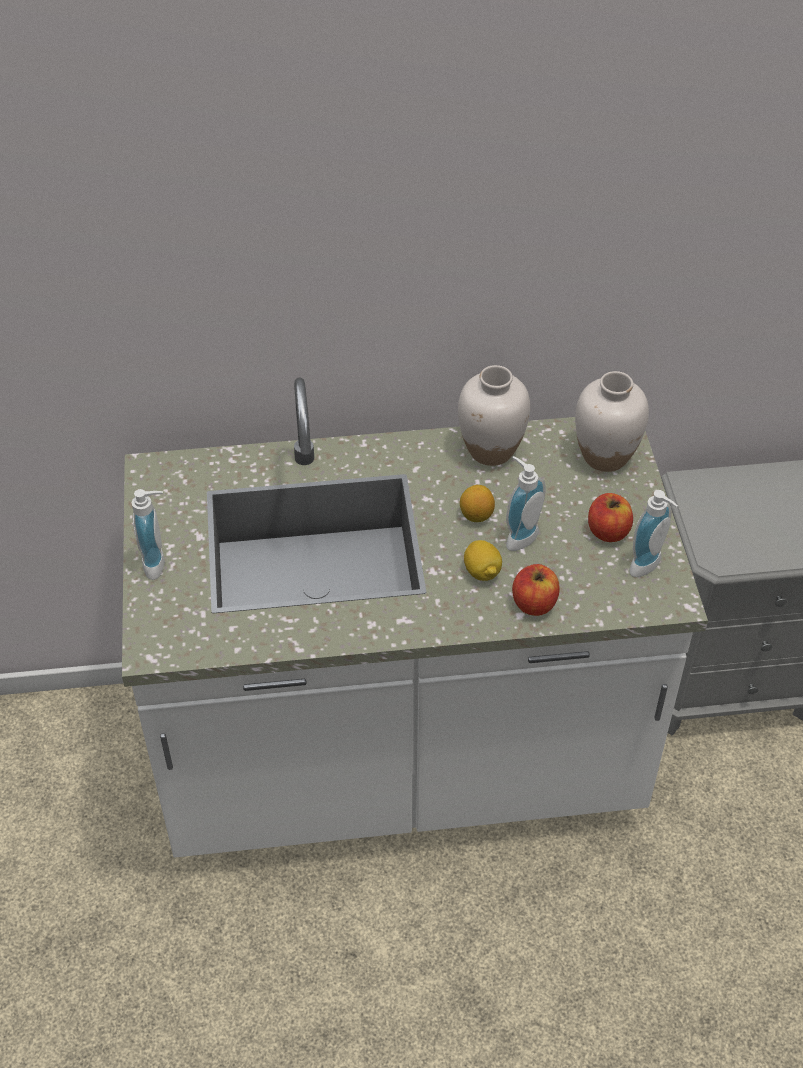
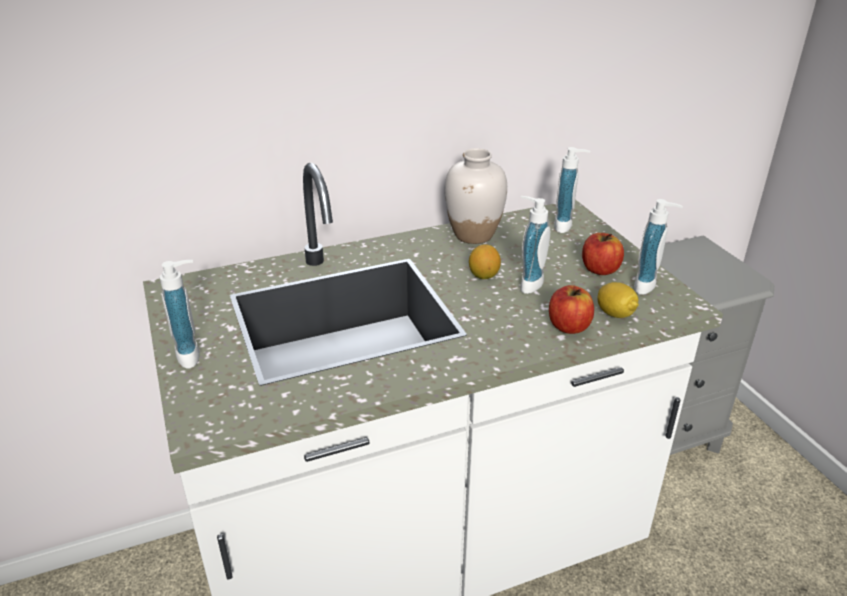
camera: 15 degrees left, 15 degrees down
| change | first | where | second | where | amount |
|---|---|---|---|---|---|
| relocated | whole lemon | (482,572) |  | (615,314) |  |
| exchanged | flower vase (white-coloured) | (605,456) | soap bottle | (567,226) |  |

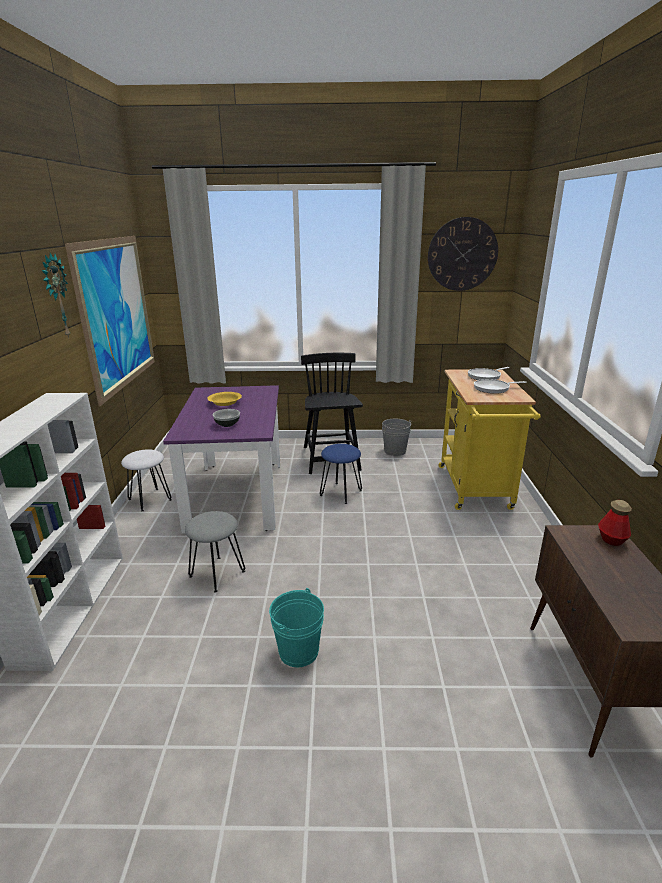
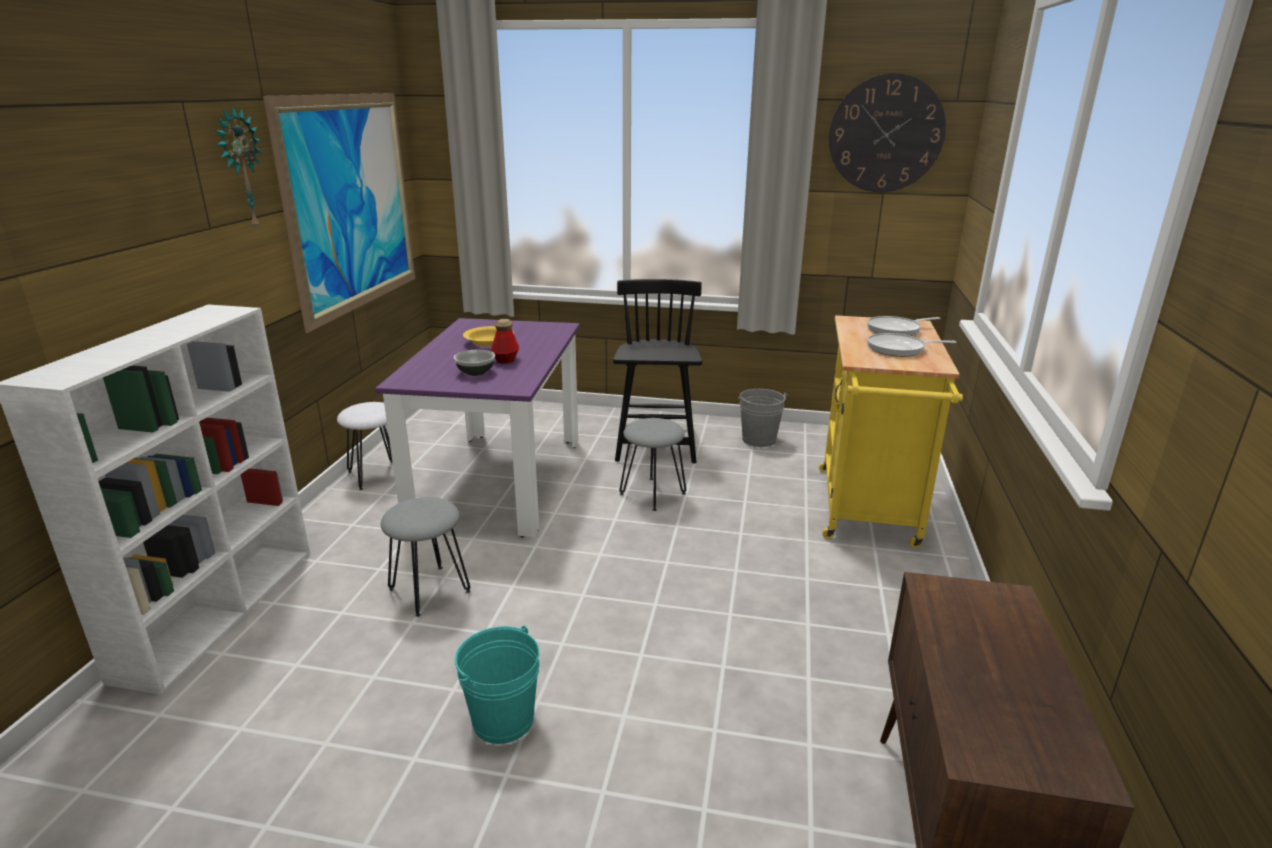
camera: 10 degrees right, 0 degrees up
| change | first | where | second | where | amount |
|---|---|---|---|---|---|
| colour | stool (blue) | (341,493) | stool (gray) | (653,494) |  |
| relocated | beverage bottle | (611,539) |  | (505,360) |  |

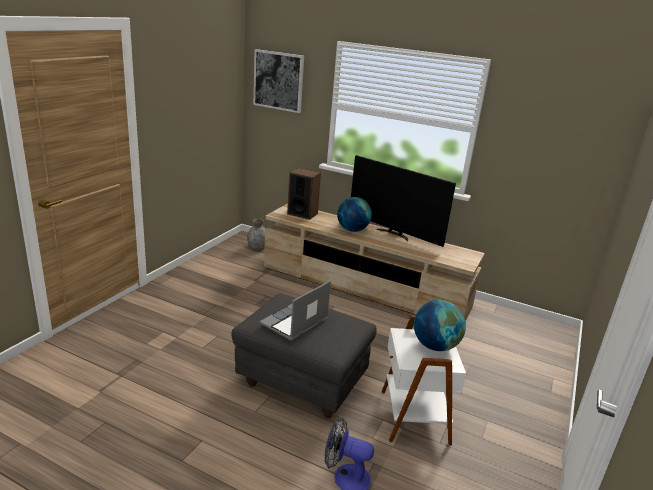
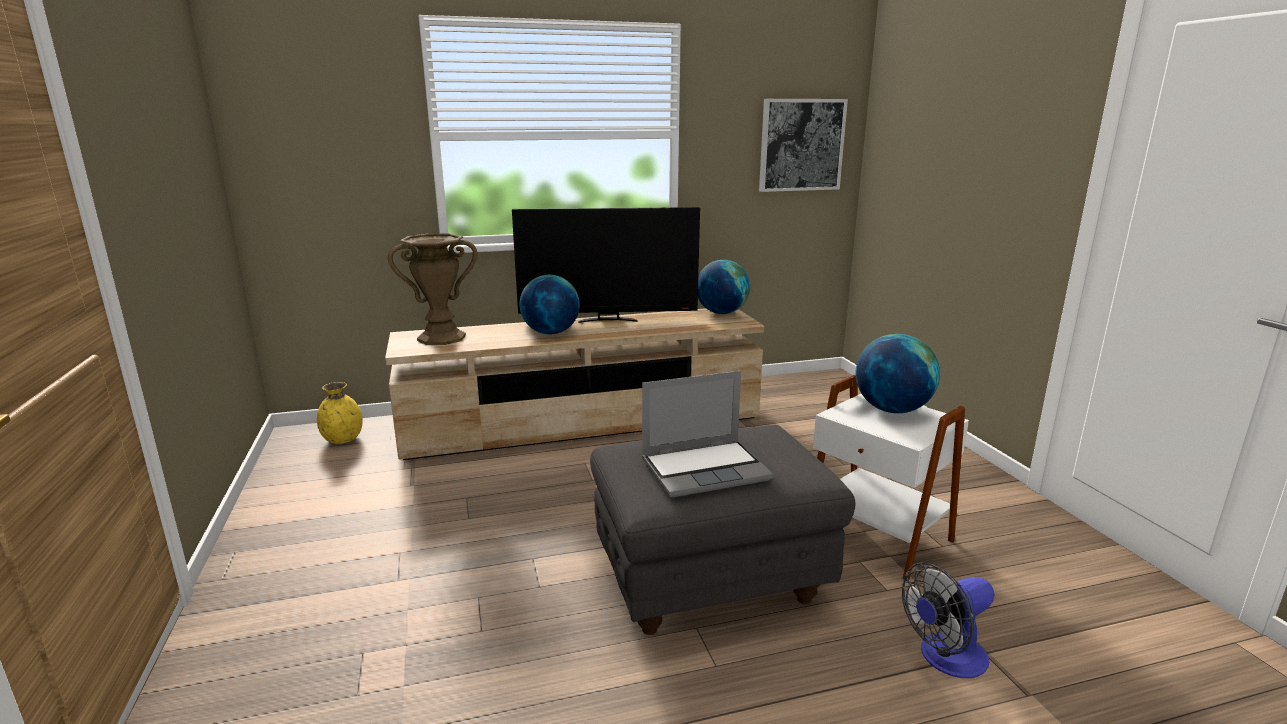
camera: 40 degrees left, 5 degrees down
| change | first | where | second | where | amount |
|---|---|---|---|---|---|
| colour | flower vase (gray) | (257,247) | flower vase (yellow-coloured) | (342,439) |  |
| relocated | wall picture | (278,80) |  | (801,145) |  |
| spun | portable computer | (294,323) |  | (705,469) | 105 degrees counterclockwise |
| exchanged | audio speaker | (302,214) | flower vase (brown-coloured) | (441,338) |  |
| appeared |  |  | globe | (721,313) |  |

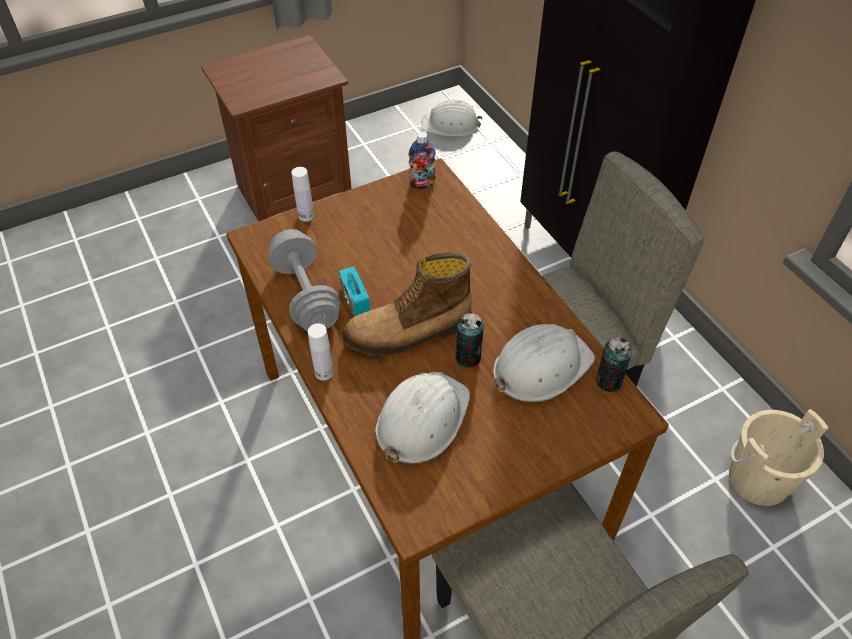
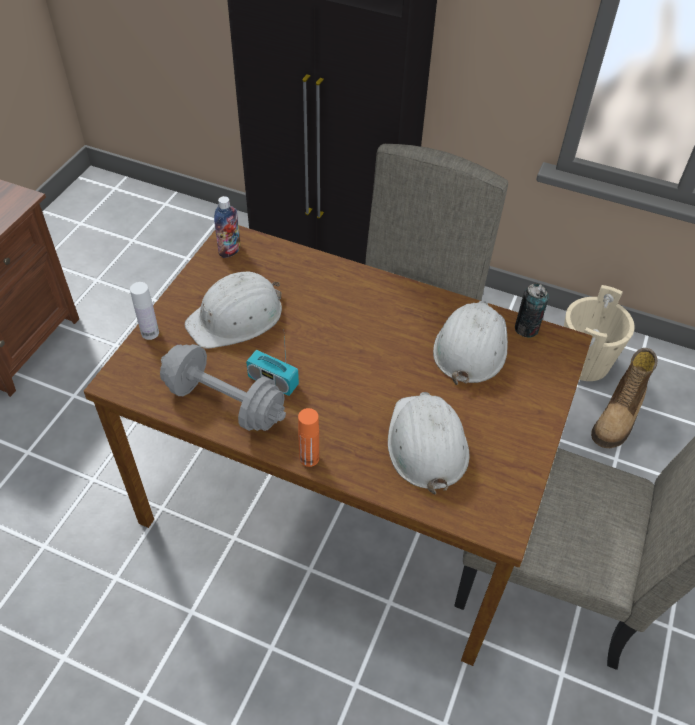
camera: 40 degrees left, 0 degrees up
| change | first | where | second | where | amount |
|---|---|---|---|---|---|
| colour | beverage bottle (white-coloured) | (324,372) | beverage bottle (orange) | (309,458) |  |
| relocated | high-top boot | (409,333) |  | (618,418) |  |
| relocated | safety helmet (white-coloured) | (450,125) |  | (237,317) |  |
| missing | sealed can | (468,357) |  |  |  |

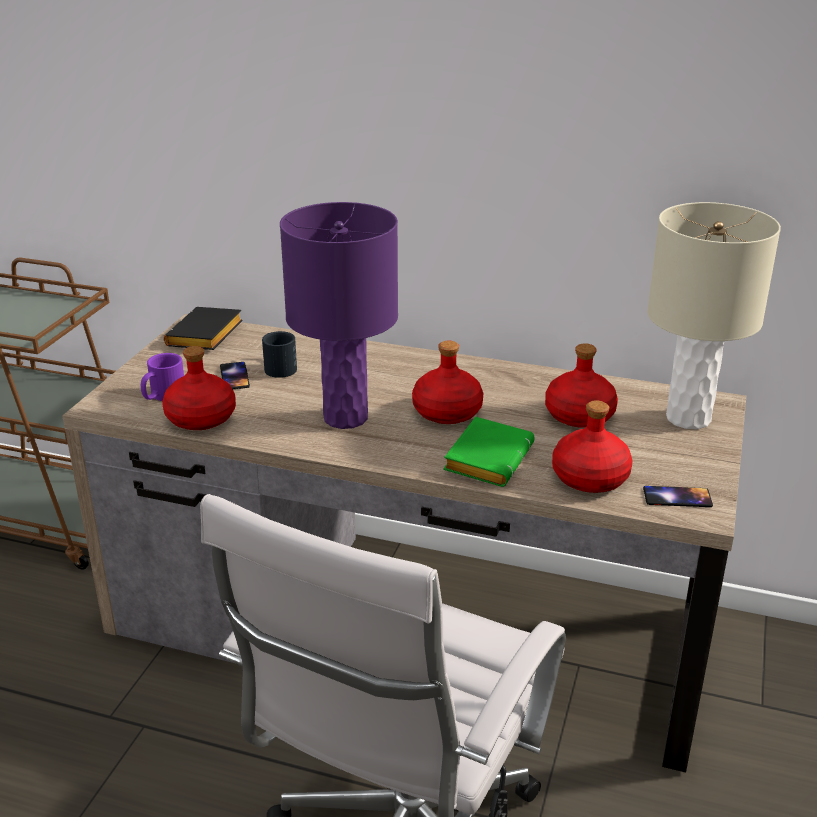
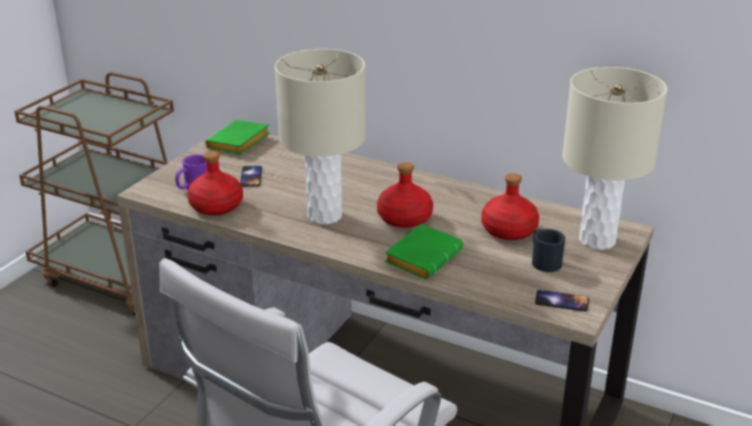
camera: 10 degrees right, 0 degrees up
| change | first | where | second | where | amount |
|---|---|---|---|---|---|
| colour | volume (blackish) | (206,336) | volume (greenish) | (239,144) |  |
| relocated | tea mug (blackish) | (277,366) |  | (543,260) |  |
| colour | tabletop lamp (purplish) | (345,417) | tabletop lamp (beige) | (325,215) |  |
| missing | beverage bottle (red) | (589,477) |  |  |  |

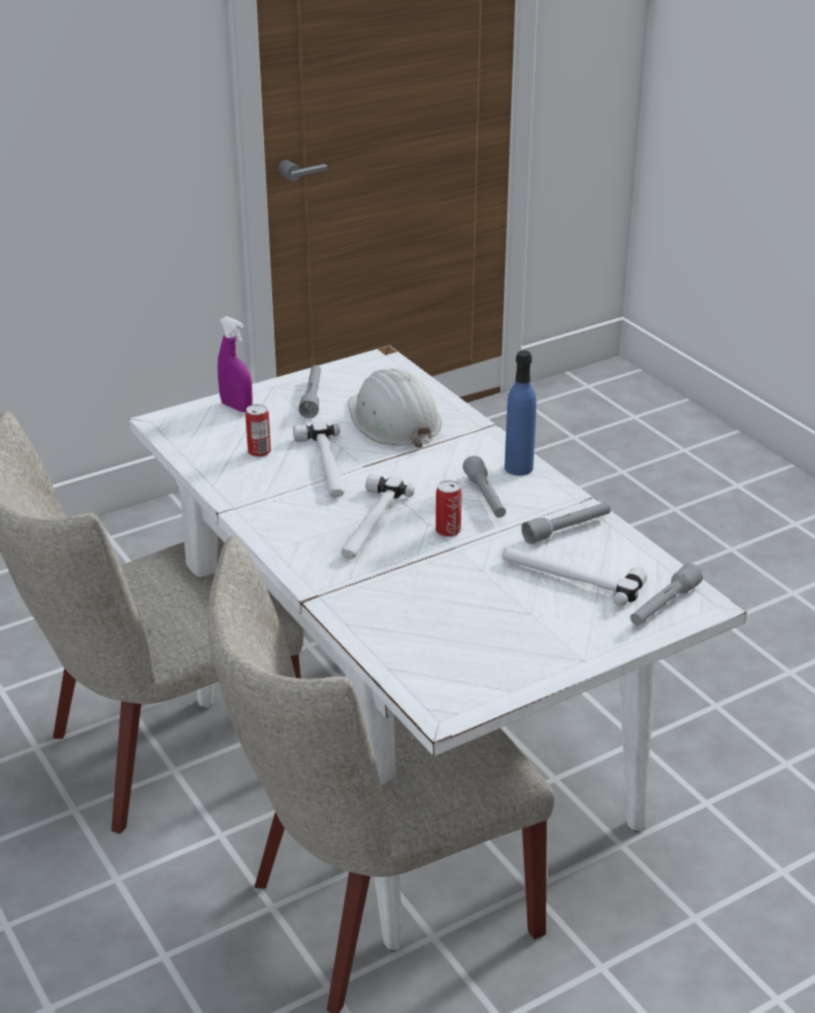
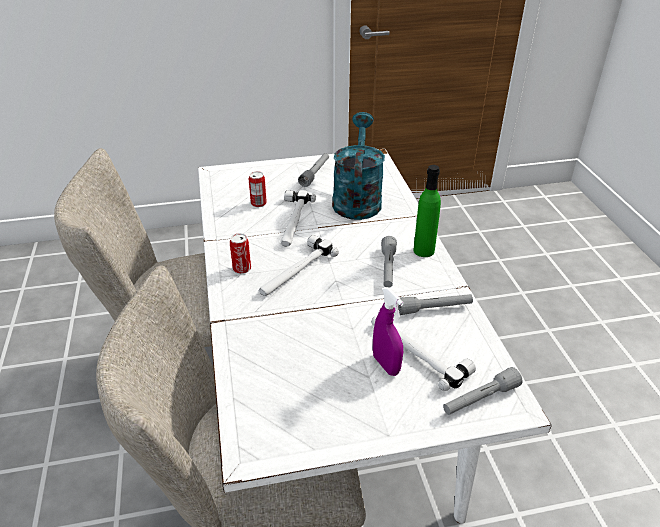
camera: 20 degrees right, 5 degrees up
| change | first | where | second | where | amount |
|---|---|---|---|---|---|
| relocated | spray bottle (purplish) | (236,407) |  | (386,365) |  |
| exchanged | safety helmet (white-coloured) | (393,420) | sprinkling can (blue-green) | (357,199) |  |
| relocated | sealed can | (448,531) |  | (242,269) |  |
| colour | beverage bottle (blue) | (518,468) | beverage bottle (greenish) | (423,250) |  |

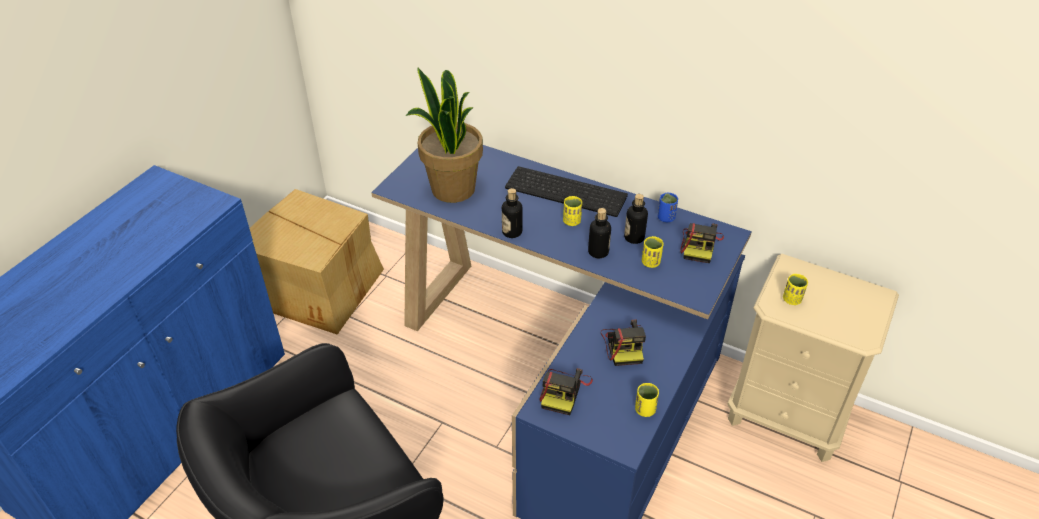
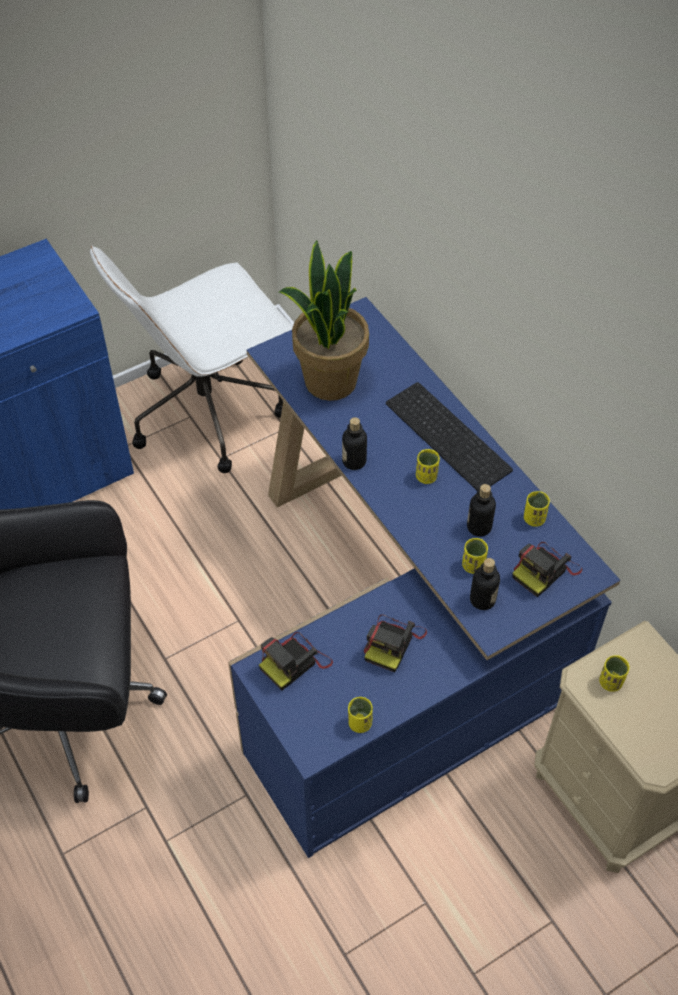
camera: 30 degrees right, 10 degrees up
| change | first | where | second | where | amount |
|---|---|---|---|---|---|
| exchanged | packing box | (317,287) | desk chair (white-coloured) | (209,411) |  |
| relocated | beverage bottle | (598,252) |  | (482,600) |  |
| colour | drinking cup (blue) | (666,218) | drinking cup (yellow-coloured) | (534,519) |  |

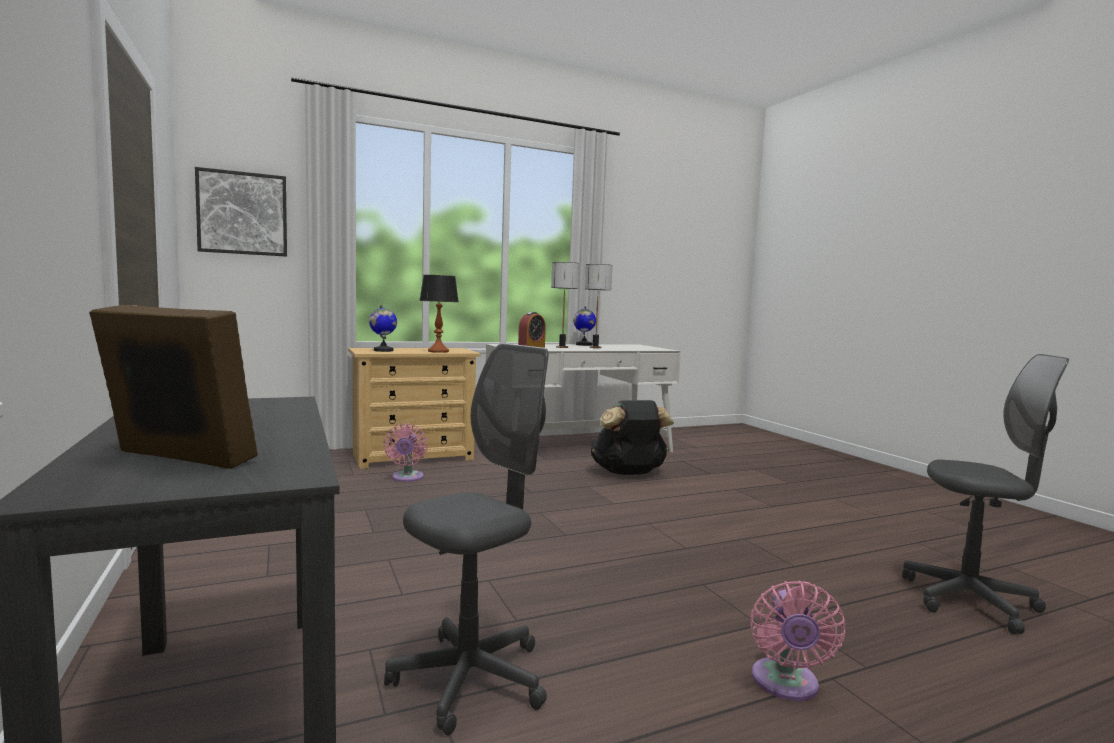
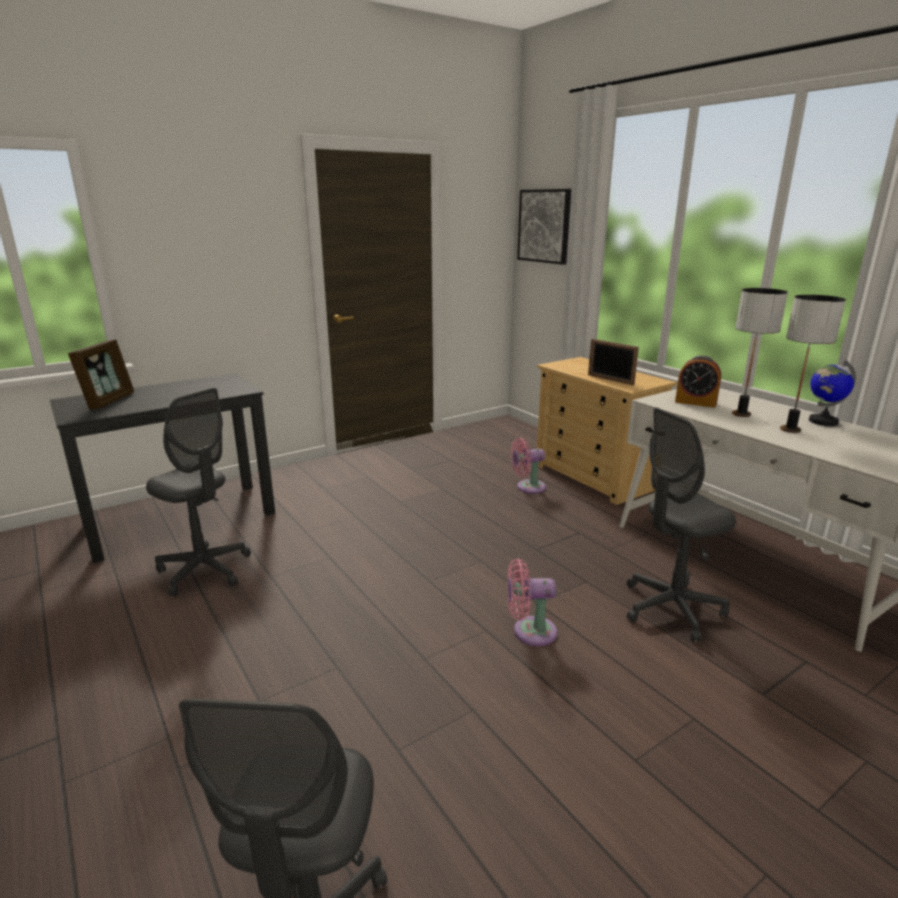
camera: 80 degrees right, 15 degrees up
| change | first | where | second | where | amount |
|---|---|---|---|---|---|
| missing | globe | (383,350) |  |  |  |
| exchanged | tabletop lamp | (438,351) | standing frame | (610,379) |  |
| exchanged | backpack (blackish) | (628,473) | desk chair (gray) | (671,609) |  |
| relocated | cooling fan (pinkish) | (786,685) |  | (530,631) |  |

